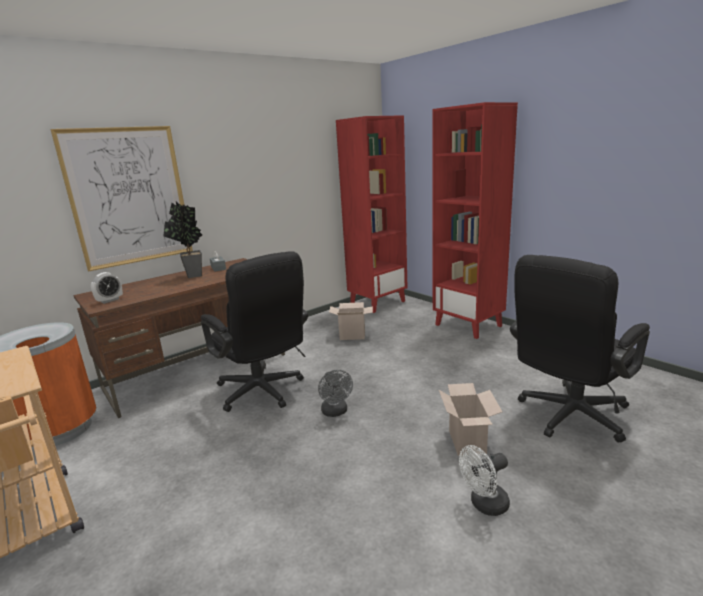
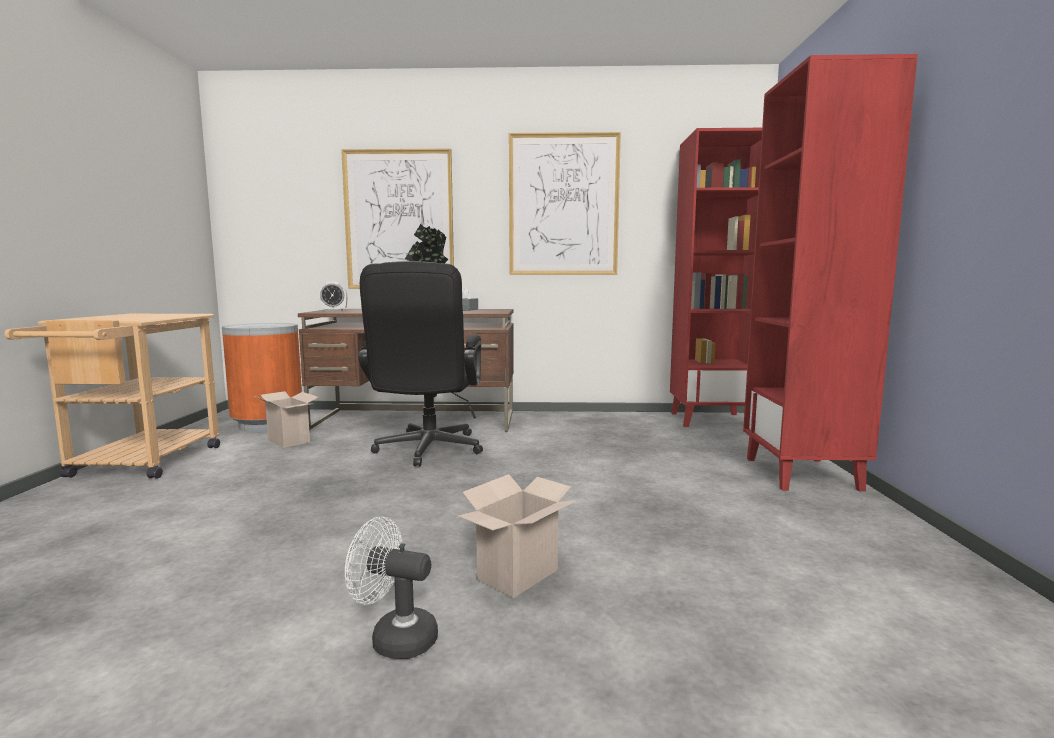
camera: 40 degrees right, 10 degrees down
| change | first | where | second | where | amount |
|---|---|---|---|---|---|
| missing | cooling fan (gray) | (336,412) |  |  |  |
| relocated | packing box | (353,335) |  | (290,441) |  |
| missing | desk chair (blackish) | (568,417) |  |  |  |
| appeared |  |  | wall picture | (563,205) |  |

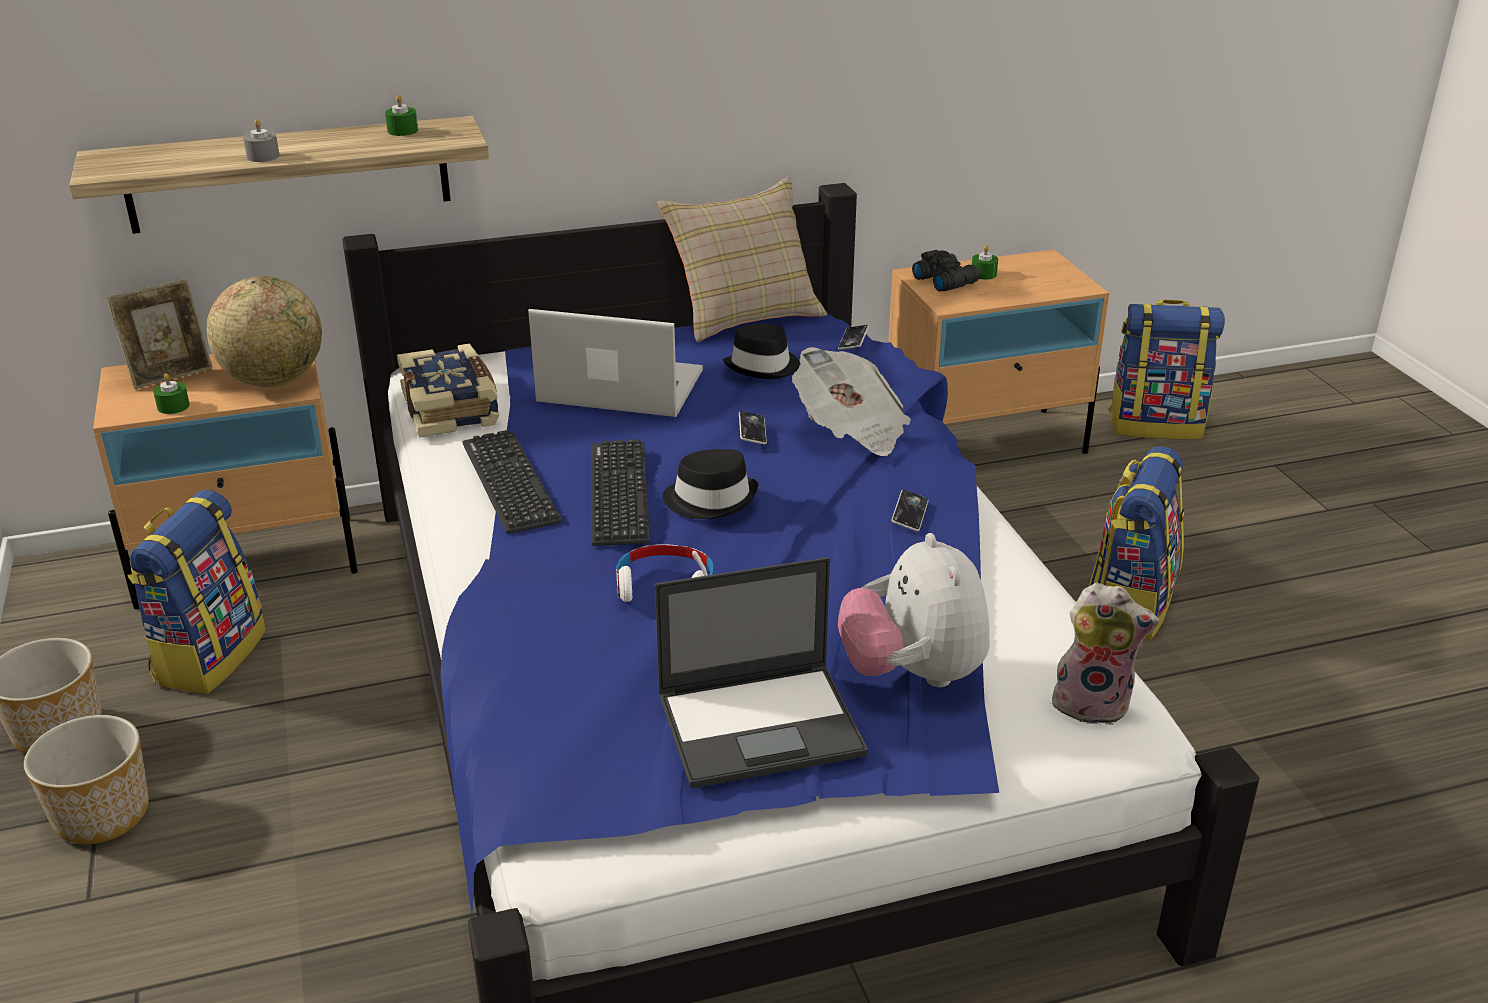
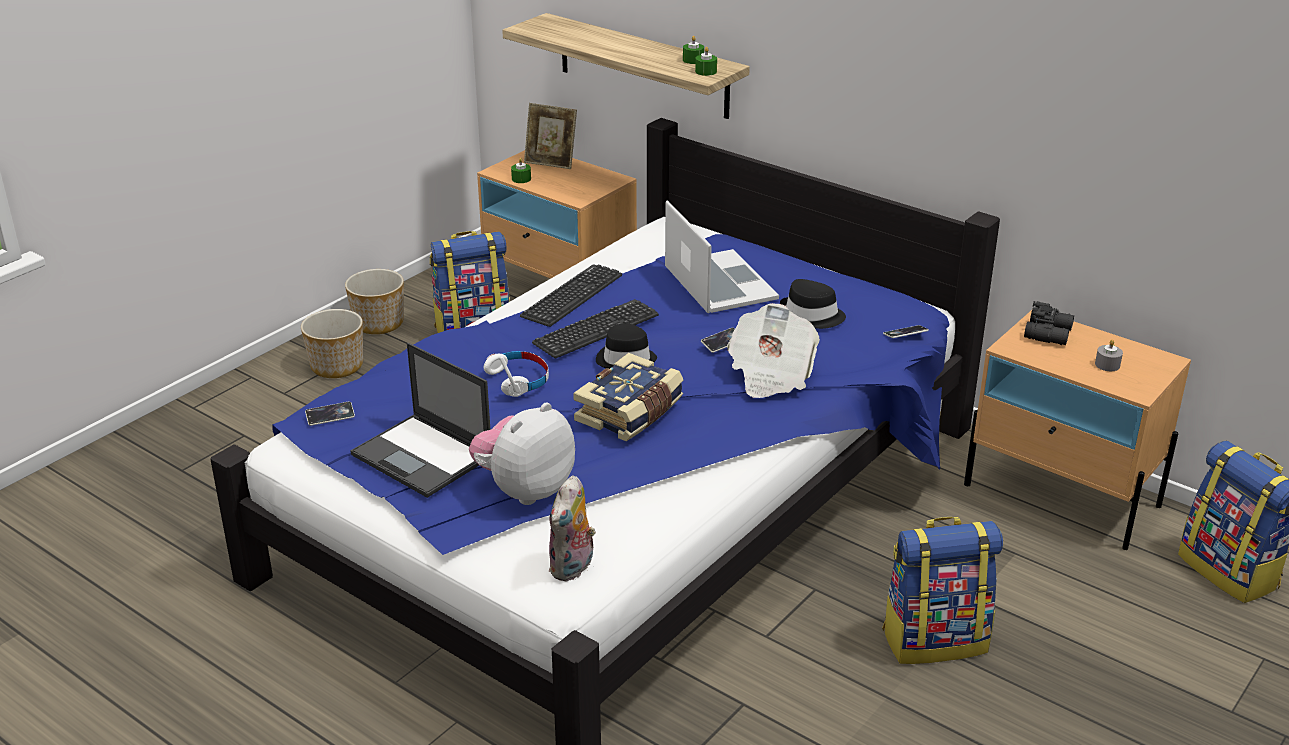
camera: 55 degrees right, 0 degrees up
| change | first | where | second | where | amount |
|---|---|---|---|---|---|
| missing | globe | (274,380) |  |  |  |
| relocated | wax light (gray) | (263,156) |  | (1107,365) |  |
| relocated | volume | (452,408) |  | (631,413) |  |
| missing | cushion (beige) | (744,315) |  |  |  |
| relocated | phone | (910,514) |  | (330,416) |  |
| relocated | wax light (greenish) | (983,274) |  | (706,71) |  |
| spun | cuddly toy | (1093,703) |  | (573,568) | 45 degrees clockwise |

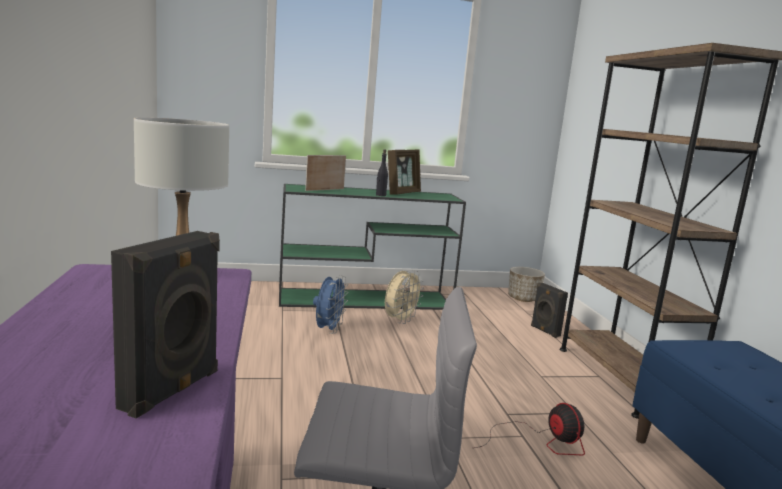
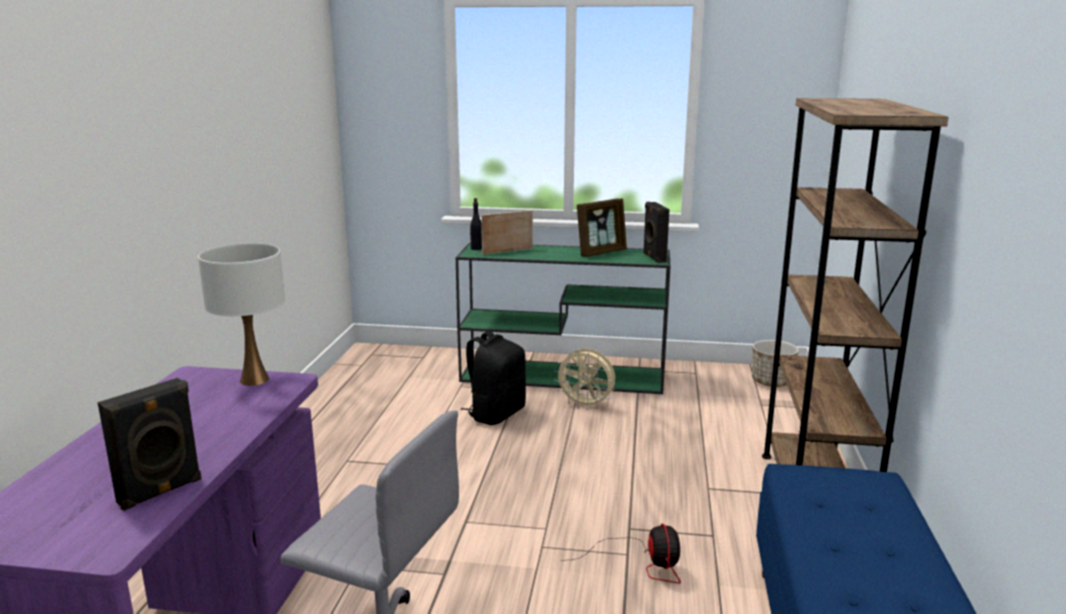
camera: 20 degrees right, 5 degrees up
| change | first | where | second | where | amount |
|---|---|---|---|---|---|
| exchanged | cooling fan (blue) | (328,330) | backpack (blackish) | (496,414) |  |
| relocated | beverage bottle (blackish) | (380,195) |  | (476,248) |  |
| spun | cooling fan (beige) | (400,320) |  | (586,406) | 60 degrees clockwise |
| relocated | audio speaker (blackish) | (544,331) |  | (653,258) |  |

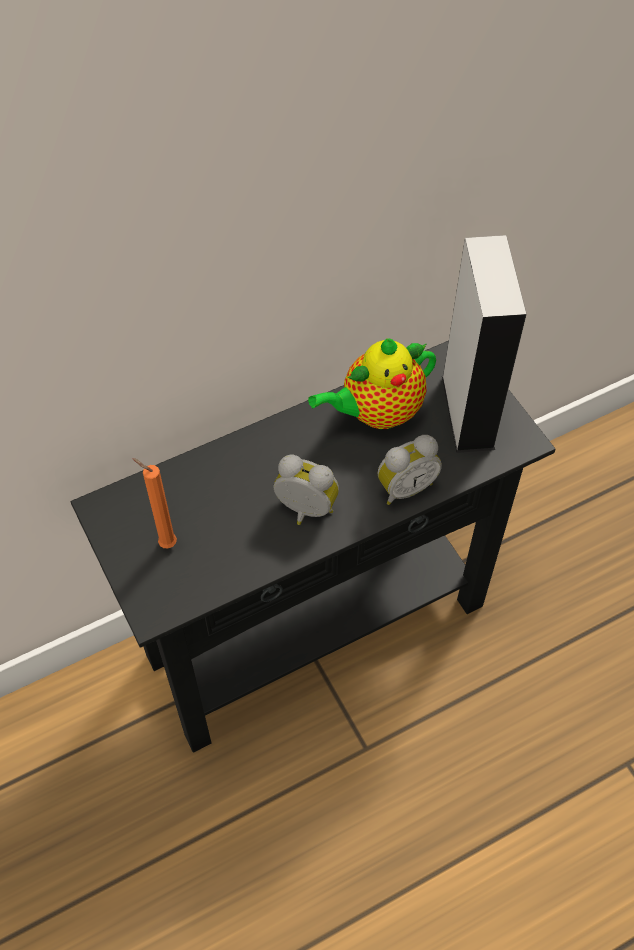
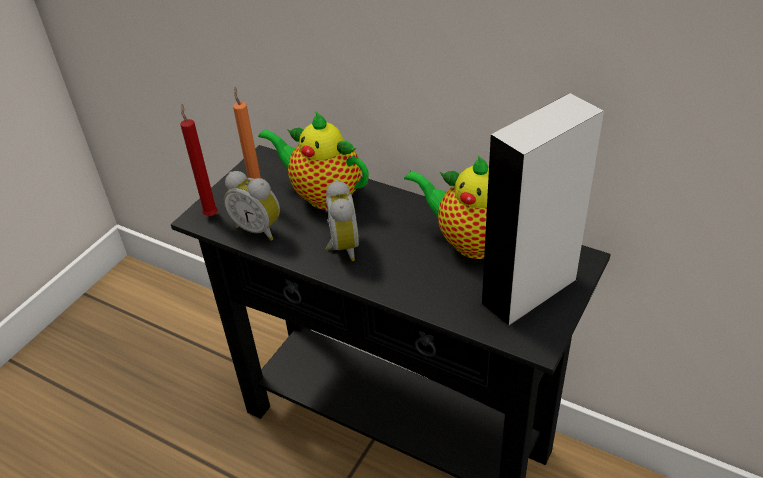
camera: 60 degrees right, 15 degrees down
| change | first | where | second | where | amount |
|---|---|---|---|---|---|
| relocated | bedside clock | (404,487) |  | (259,229) |  |
| appeared |  |  | wax light (red) | (211,214) |  |
| appeared |  |  | tea pot | (323,194) |  |

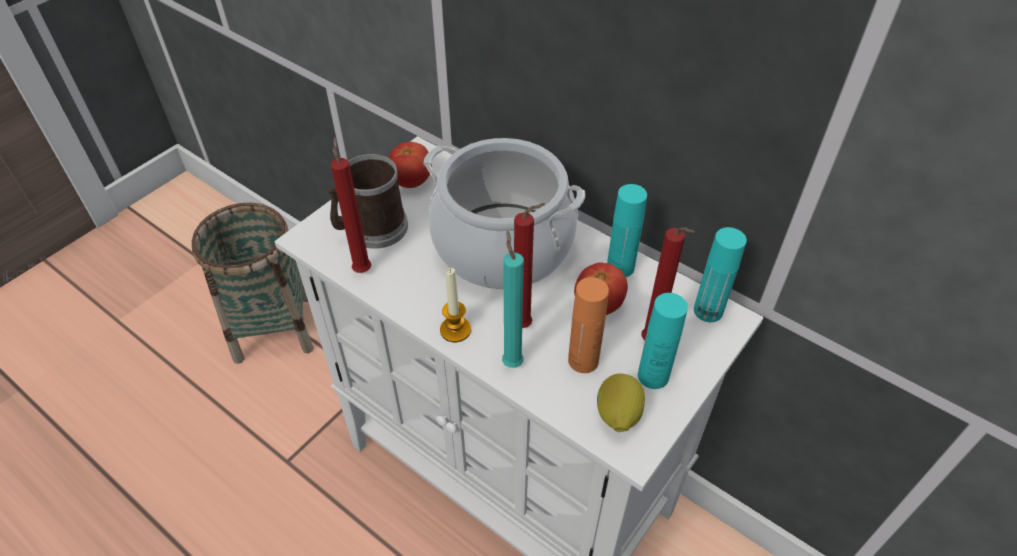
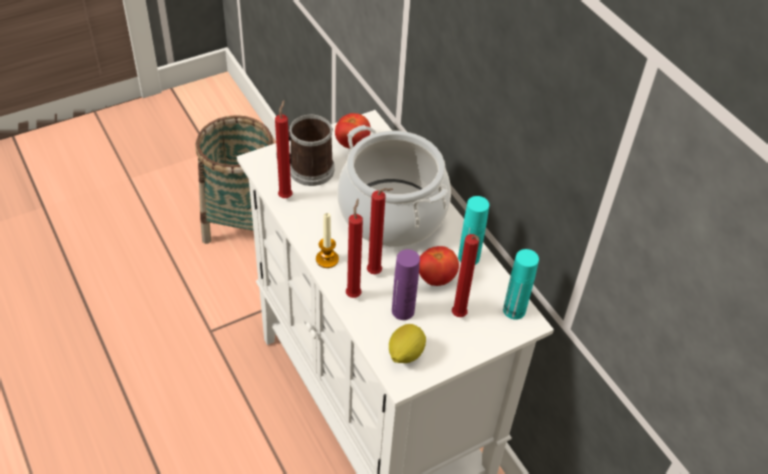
camera: 20 degrees right, 0 degrees up
| change | first | where | second | where | amount |
|---|---|---|---|---|---|
| colour | wax light (blue-green) | (512,361) | wax light (red) | (354,293) |  |
| colour | beverage bottle (orange) | (583,360) | beverage bottle (purplish) | (403,311) |  |
| missing | beverage bottle (blue-green) | (653,376) |  |  |  |

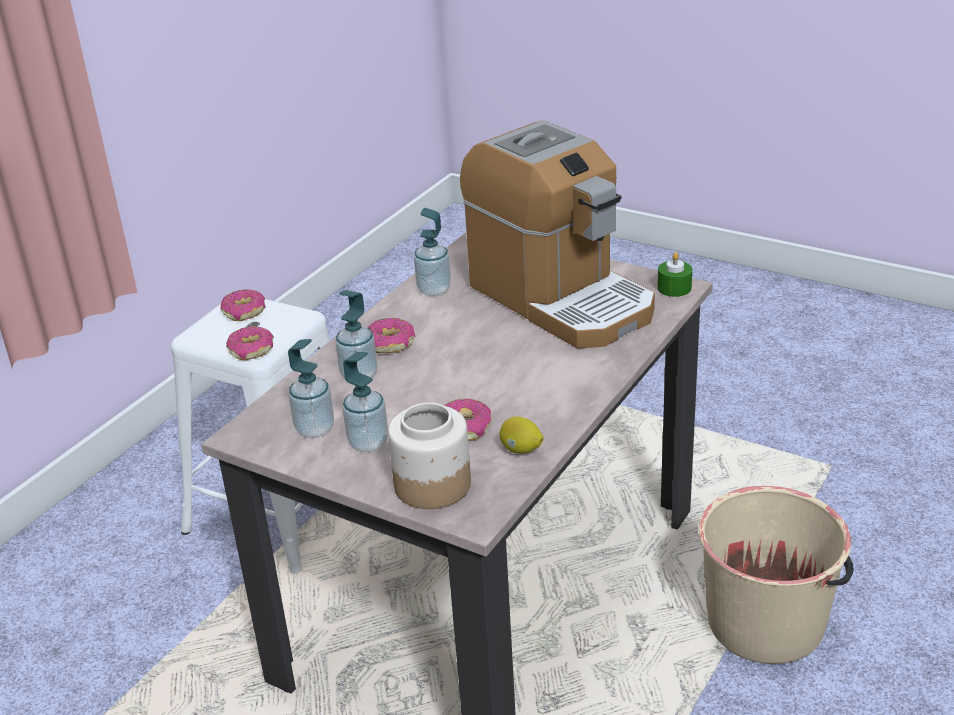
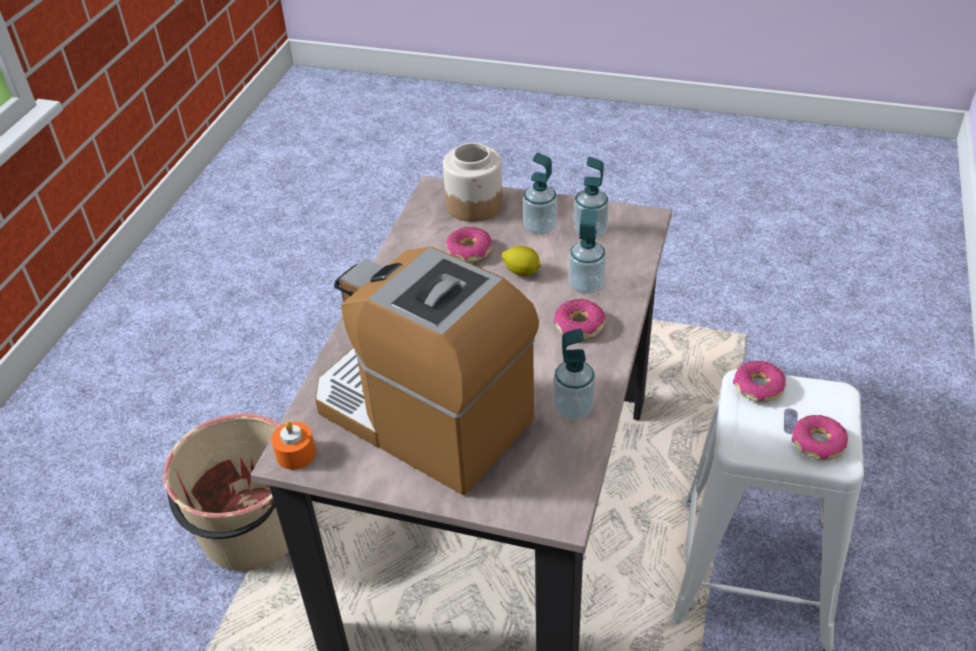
camera: 165 degrees right, 10 degrees up
| change | first | where | second | where | amount |
|---|---|---|---|---|---|
| relocated | whole lemon | (521,450) |  | (522,272) |  |
| colour | wax light (greenish) | (674,288) | wax light (orange) | (296,454) |  |

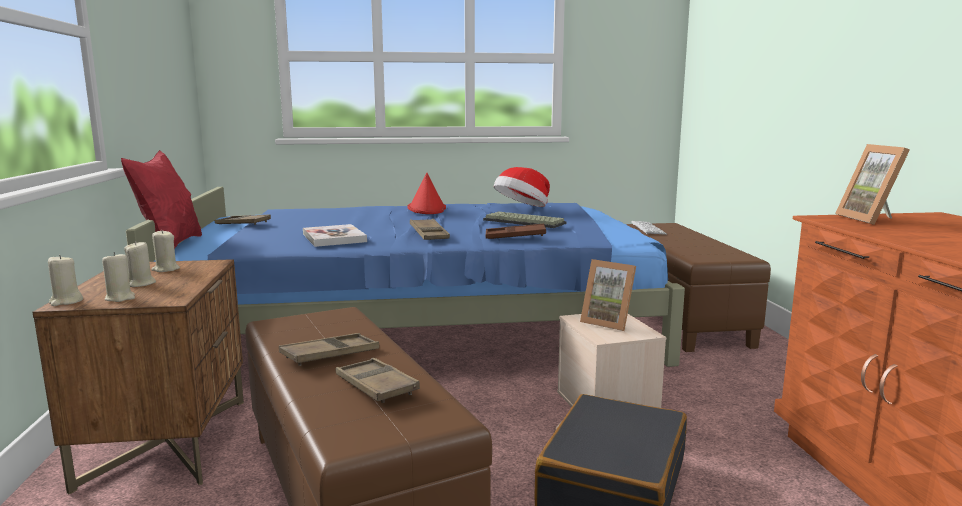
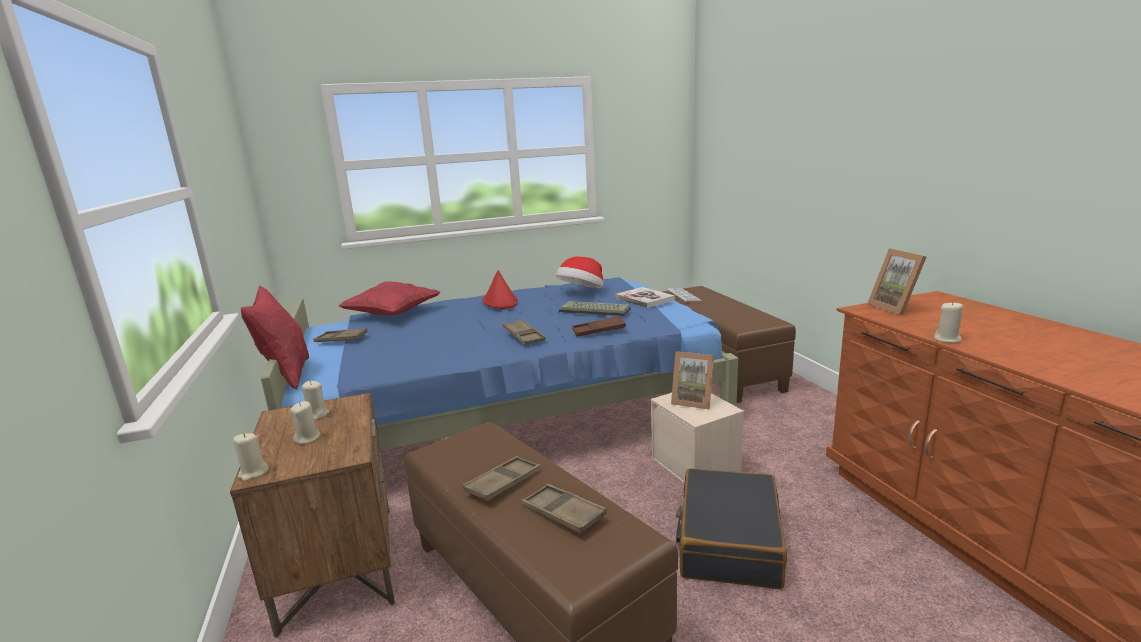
camera: 10 degrees left, 5 degrees up
| change | first | where | second | where | amount |
|---|---|---|---|---|---|
| relocated | wax light (beige) | (120,298) |  | (947,339) |  |
| relocated | volume | (334,238) |  | (644,299) |  |
| appeared |  |  | cushion (red) | (393,314) |  |

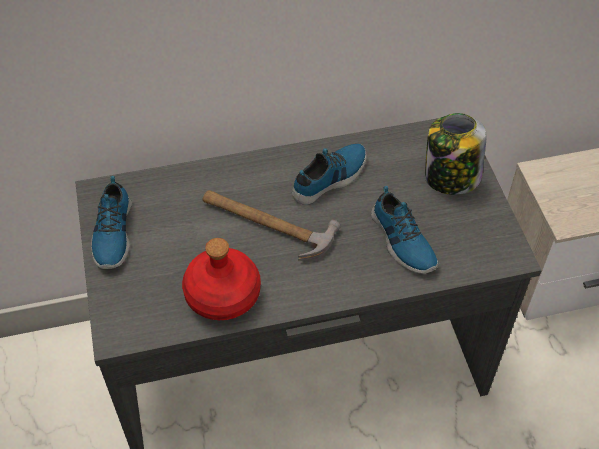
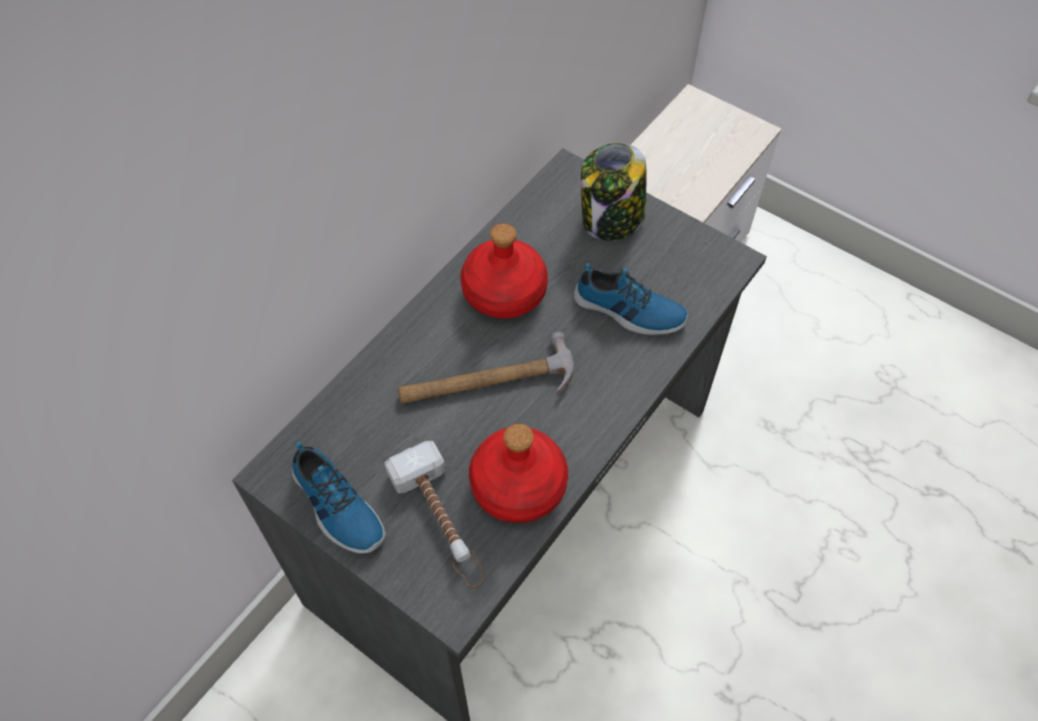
camera: 40 degrees left, 5 degrees up
| change | first | where | second | where | amount |
|---|---|---|---|---|---|
| exchanged | low shoe | (331,178) | beverage bottle (red) | (503,292) |  |
| appeared |  |  | tool hammer | (442,522) |  |

